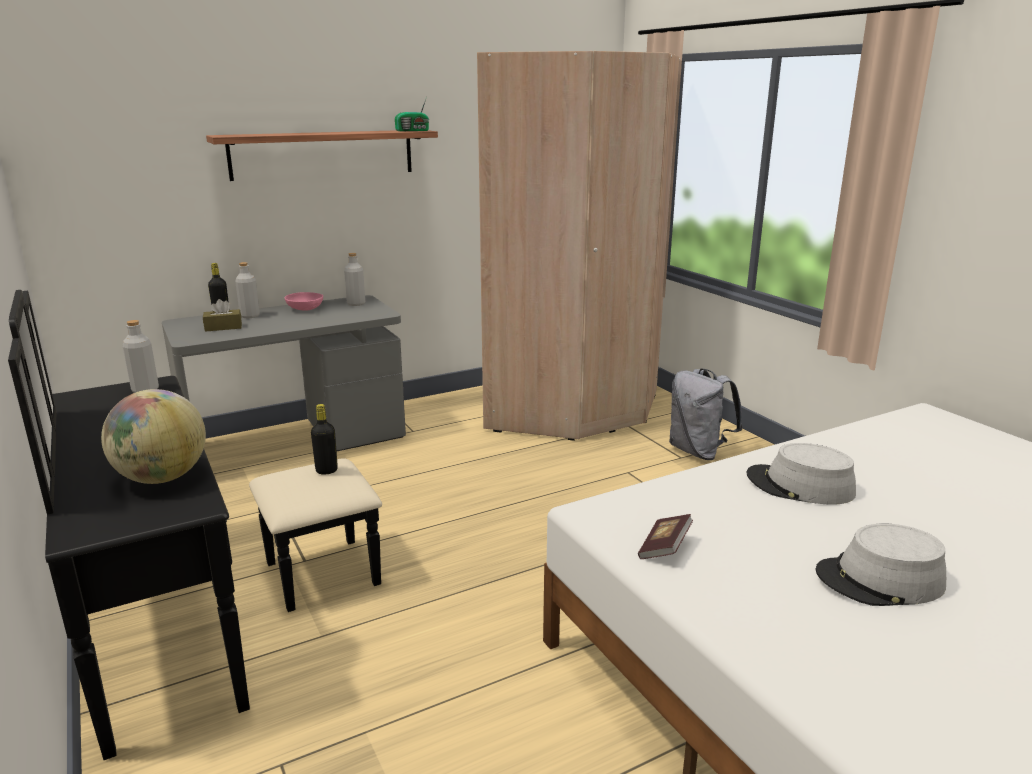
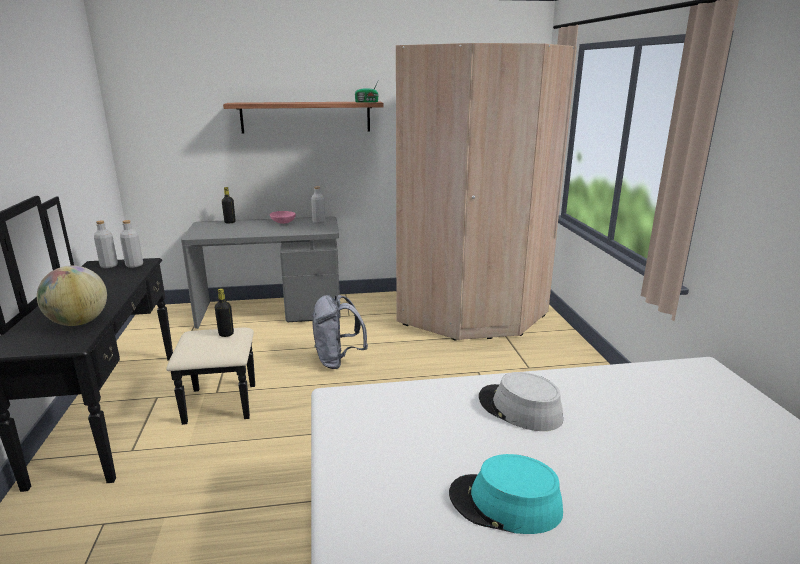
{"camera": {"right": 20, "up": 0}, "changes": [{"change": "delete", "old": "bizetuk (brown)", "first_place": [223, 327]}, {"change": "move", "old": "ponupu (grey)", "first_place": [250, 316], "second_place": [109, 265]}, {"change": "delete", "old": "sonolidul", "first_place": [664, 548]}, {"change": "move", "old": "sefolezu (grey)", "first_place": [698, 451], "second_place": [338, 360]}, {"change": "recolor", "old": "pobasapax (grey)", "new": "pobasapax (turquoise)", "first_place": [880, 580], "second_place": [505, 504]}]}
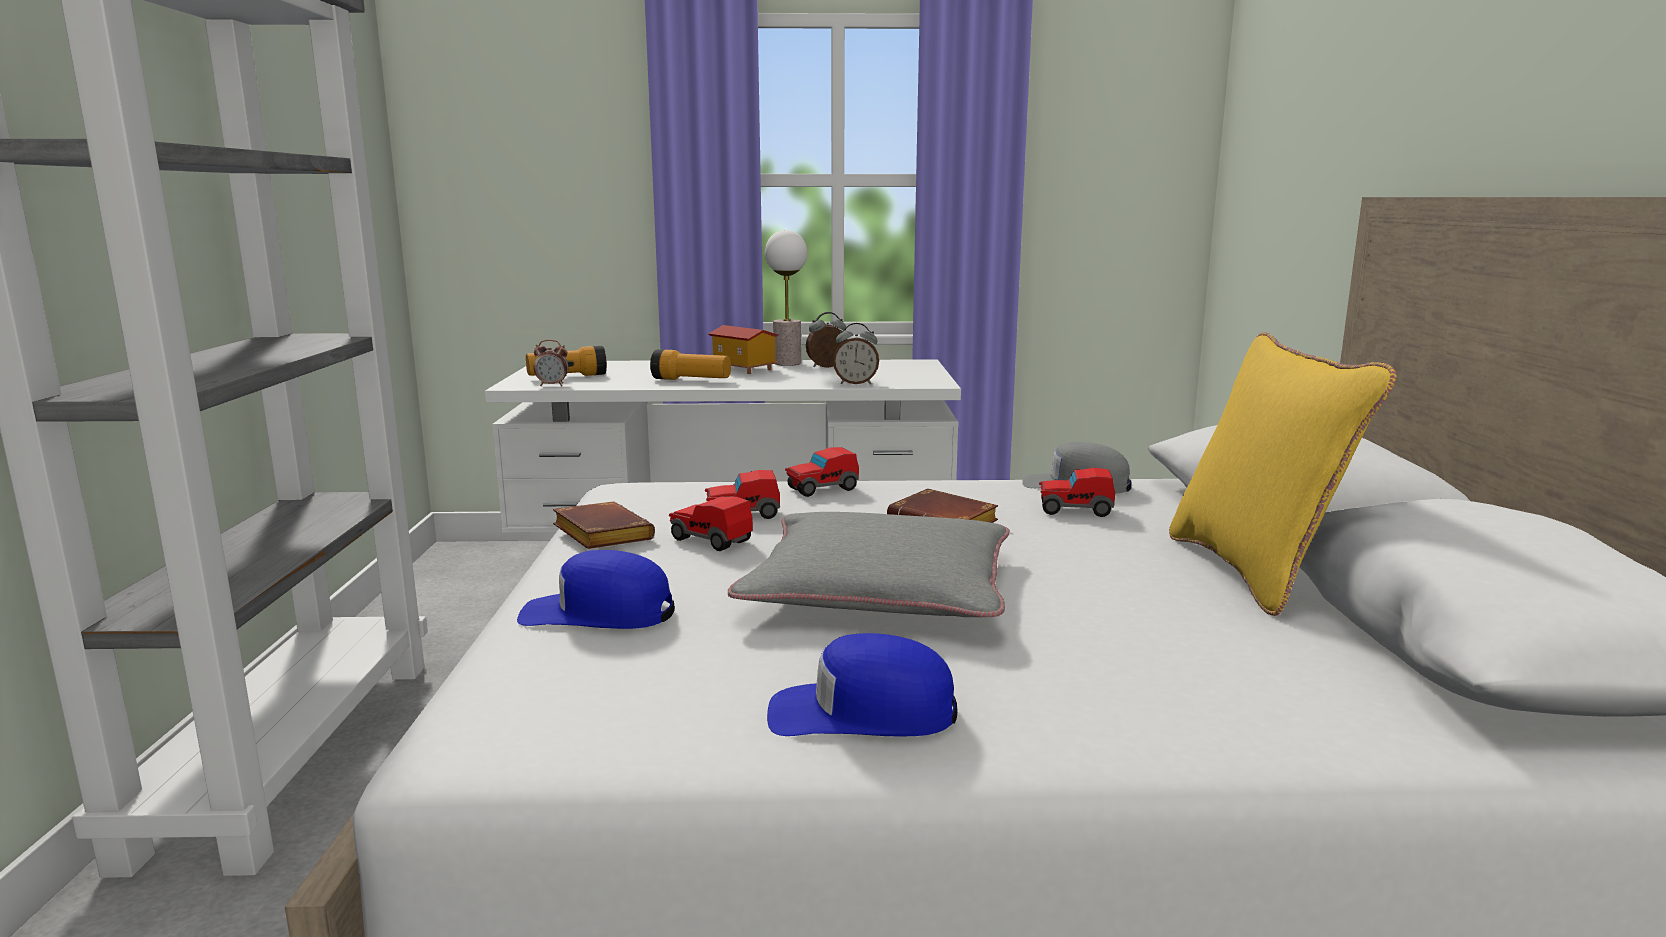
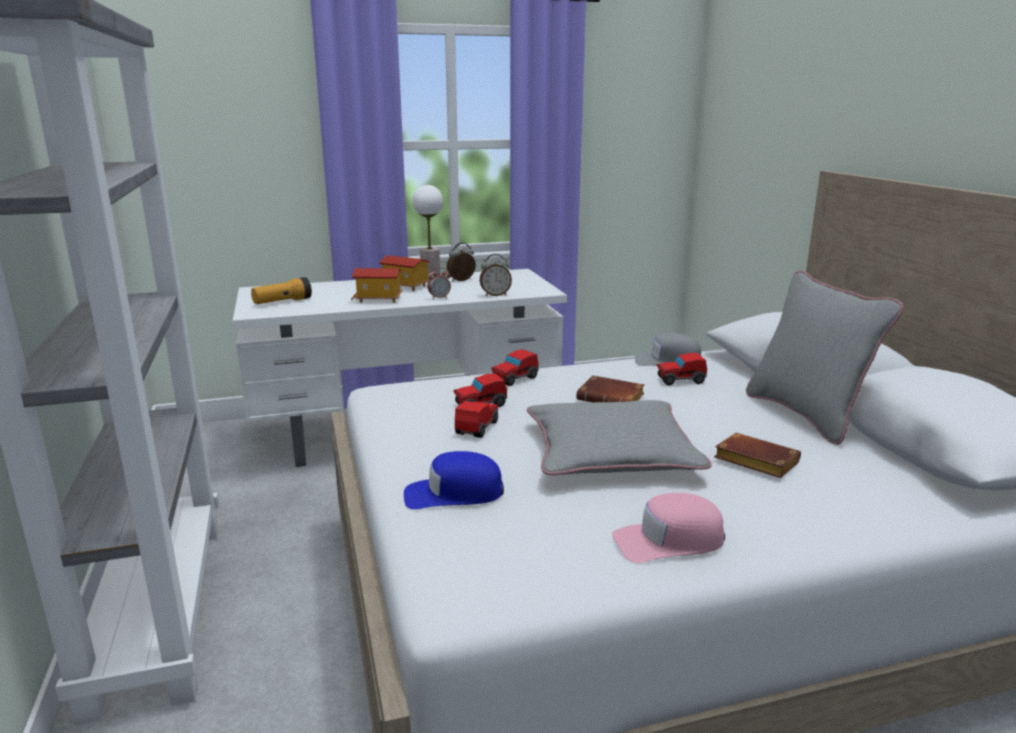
{"camera": {"right": -15, "up": 5}, "changes": [{"change": "move", "old": "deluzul", "first_place": [552, 385], "second_place": [439, 298]}, {"change": "move", "old": "sonolidul (brown)", "first_place": [599, 534], "second_place": [753, 462]}, {"change": "replace", "old": "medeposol", "new": "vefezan", "first_place": [691, 380], "second_place": [378, 299]}, {"change": "rotate", "old": "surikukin", "first_place": [711, 540], "second_place": [477, 428], "degrees": 90}, {"change": "recolor", "old": "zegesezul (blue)", "new": "zegesezul (pink)", "first_place": [861, 713], "second_place": [669, 541]}, {"change": "recolor", "old": "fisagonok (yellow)", "new": "fisagonok (grey)", "first_place": [1253, 571], "second_place": [806, 415]}]}
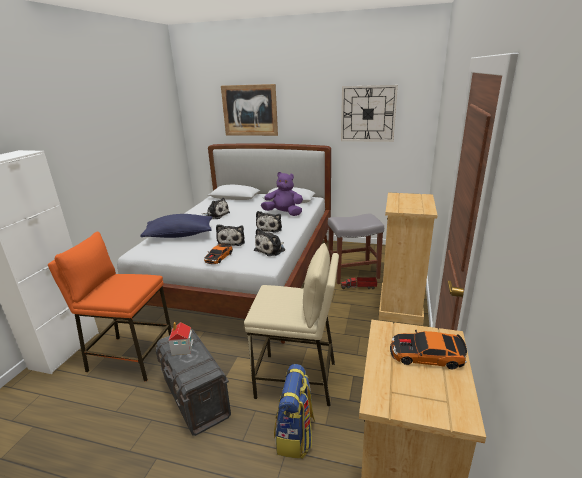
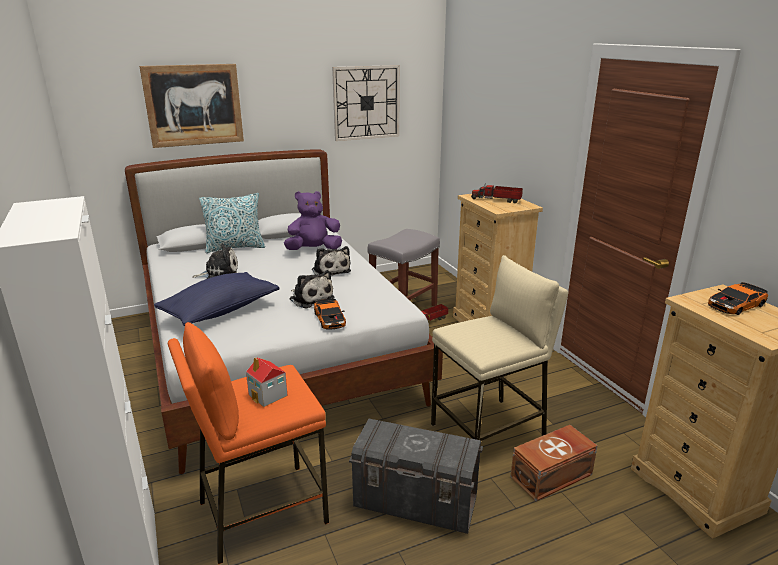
{"camera": {"right": -40, "up": 0}, "changes": [{"change": "move", "old": "vefezan", "first_place": [182, 348], "second_place": [268, 395]}, {"change": "delete", "old": "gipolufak", "first_place": [271, 250]}, {"change": "replace", "old": "sefolezu", "new": "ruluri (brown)", "first_place": [295, 436], "second_place": [553, 476]}, {"change": "insert", "new": "fisagonok", "second_place": [235, 247]}, {"change": "insert", "new": "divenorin", "second_place": [497, 200]}]}
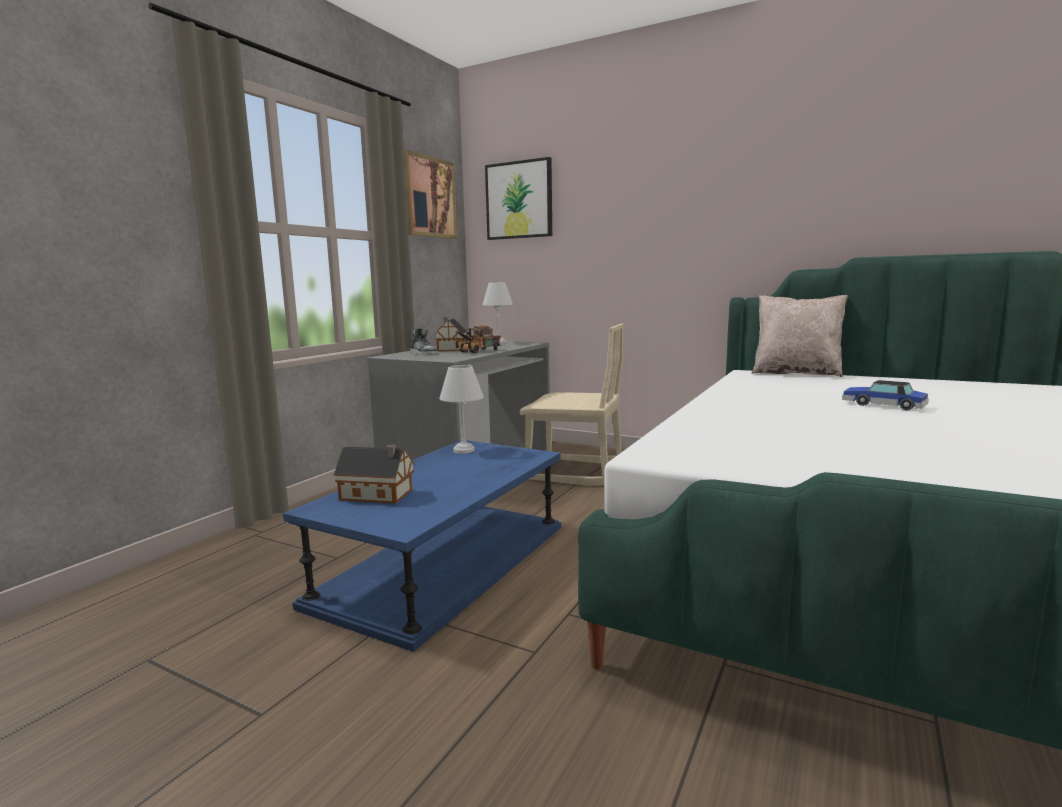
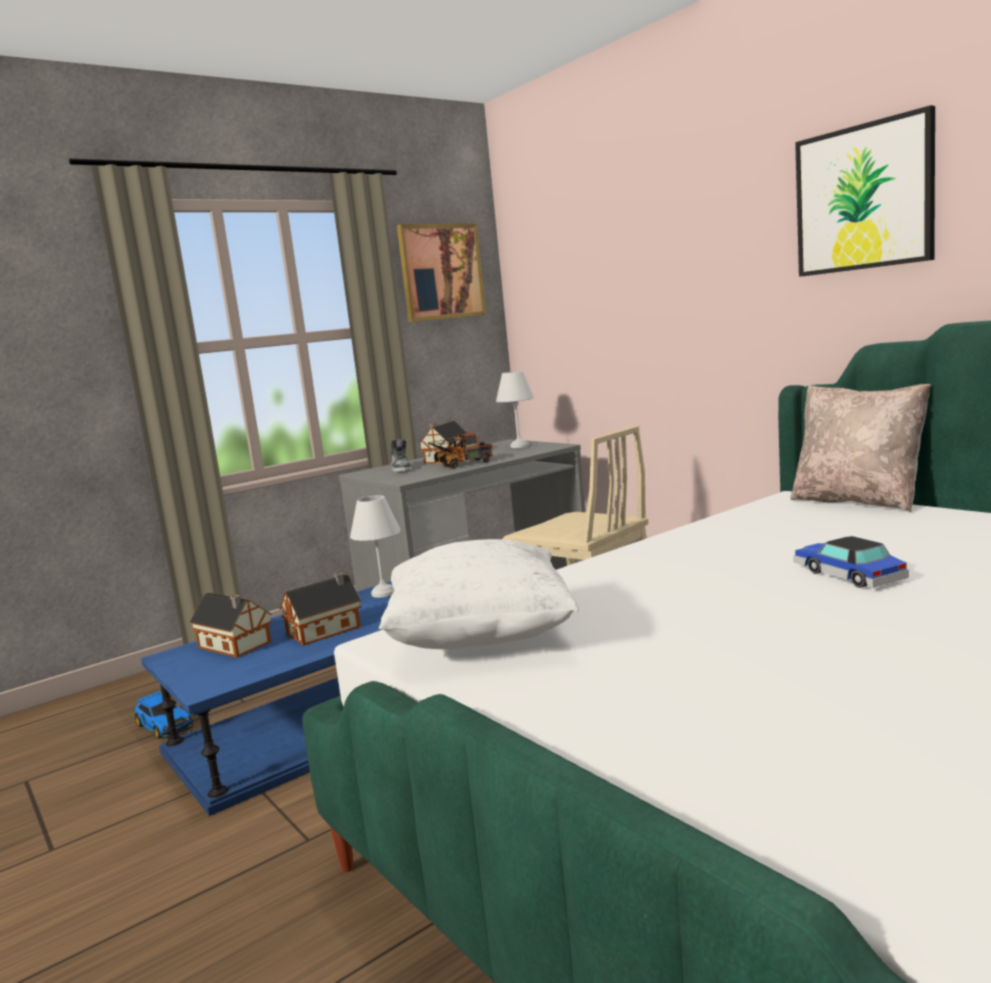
{"camera": {"right": 25, "up": 0}, "changes": [{"change": "move", "old": "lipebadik", "first_place": [519, 200], "second_place": [863, 198]}, {"change": "insert", "new": "surikukin", "second_place": [165, 725]}, {"change": "insert", "new": "vefezan", "second_place": [327, 630]}, {"change": "insert", "new": "fisagonok (white)", "second_place": [480, 639]}]}
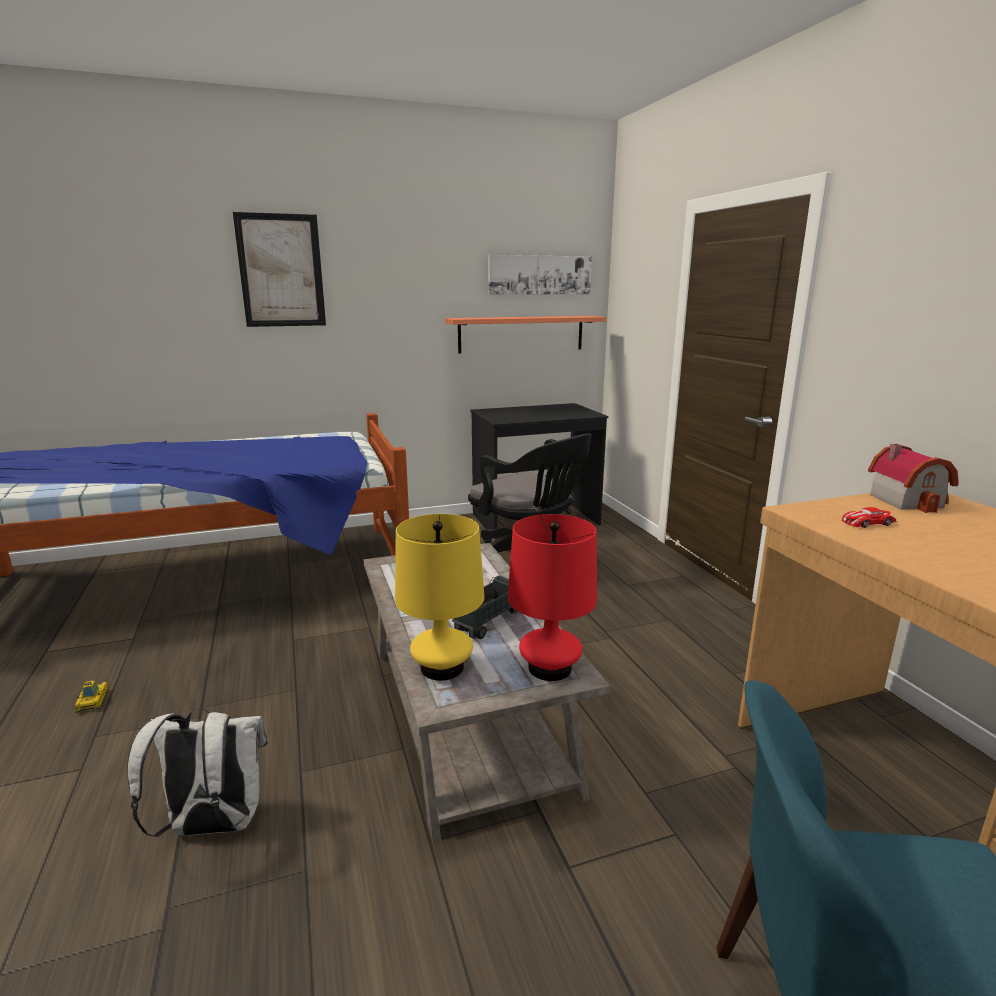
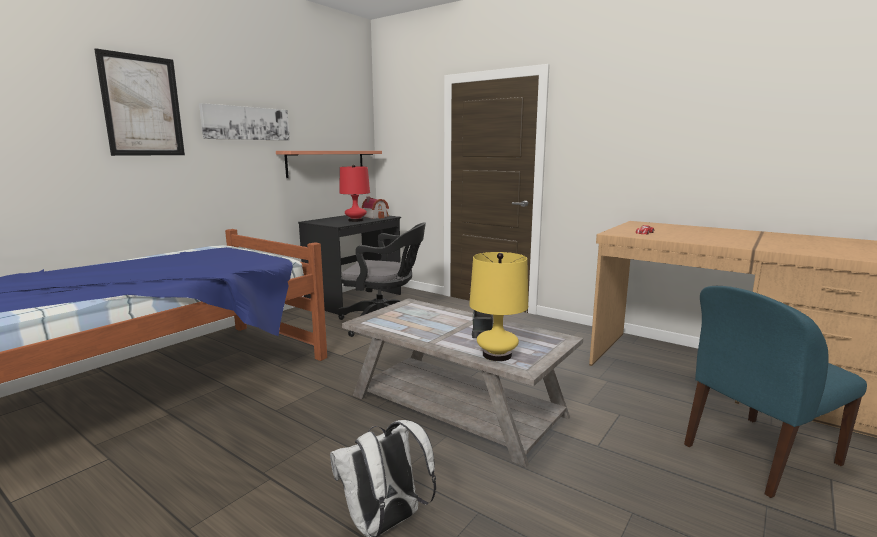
{"camera": {"right": -35, "up": -5}, "changes": [{"change": "delete", "old": "surikukin", "first_place": [93, 701]}, {"change": "move", "old": "lipebadik", "first_place": [539, 275], "second_place": [246, 123]}, {"change": "move", "old": "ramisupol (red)", "first_place": [550, 668], "second_place": [356, 220]}, {"change": "move", "old": "vefezan", "first_place": [908, 500], "second_place": [376, 216]}]}
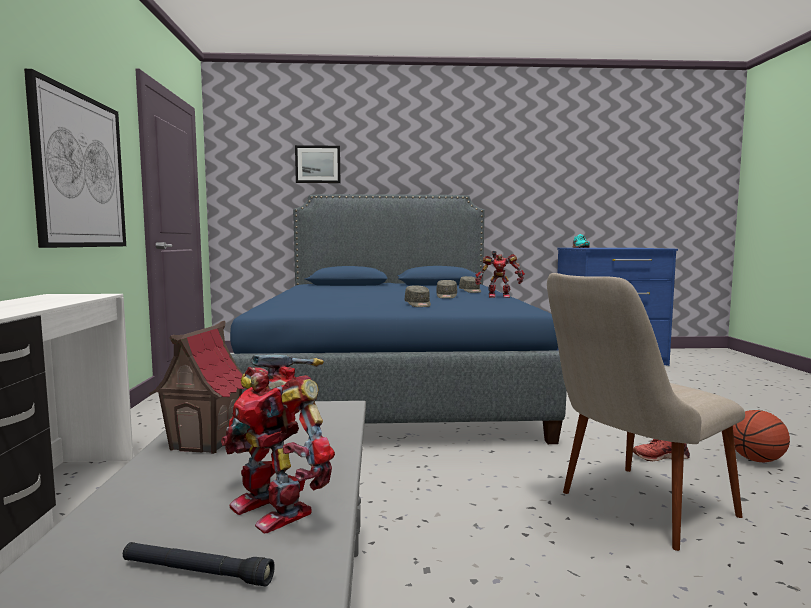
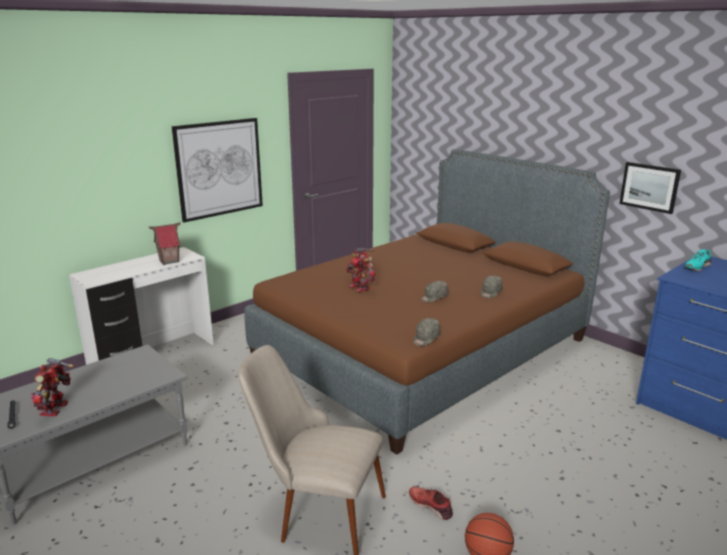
{"camera": {"right": 50, "up": 15}, "changes": [{"change": "move", "old": "vefezan", "first_place": [206, 442], "second_place": [169, 261]}, {"change": "recolor", "old": "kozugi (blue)", "new": "kozugi (brown)", "first_place": [392, 385], "second_place": [423, 349]}, {"change": "move", "old": "lipebadik", "first_place": [318, 164], "second_place": [649, 187]}, {"change": "move", "old": "zegesezul (grey)", "first_place": [418, 305], "second_place": [425, 338]}, {"change": "move", "old": "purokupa", "first_place": [498, 296], "second_place": [360, 287]}]}
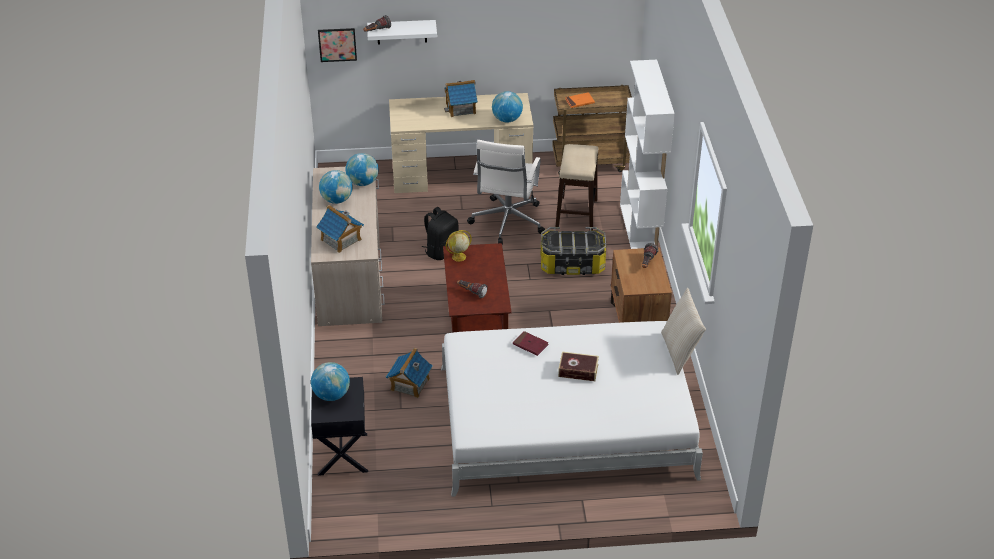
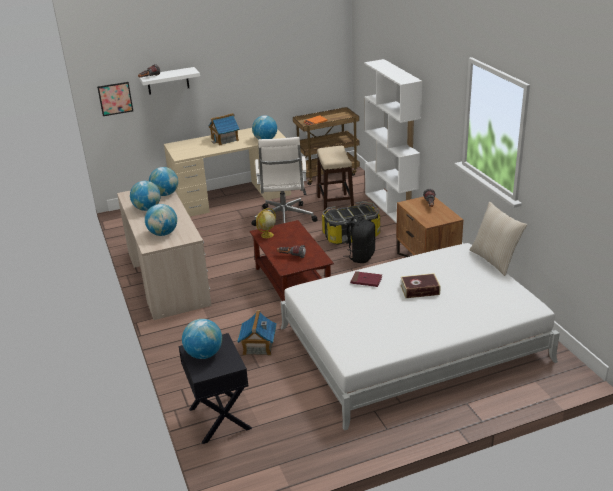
{"camera": {"right": -15, "up": -10}, "changes": [{"change": "replace", "old": "vefezan", "new": "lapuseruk", "first_place": [341, 240], "second_place": [163, 233]}, {"change": "move", "old": "sefolezu (black)", "first_place": [441, 251], "second_place": [361, 256]}]}
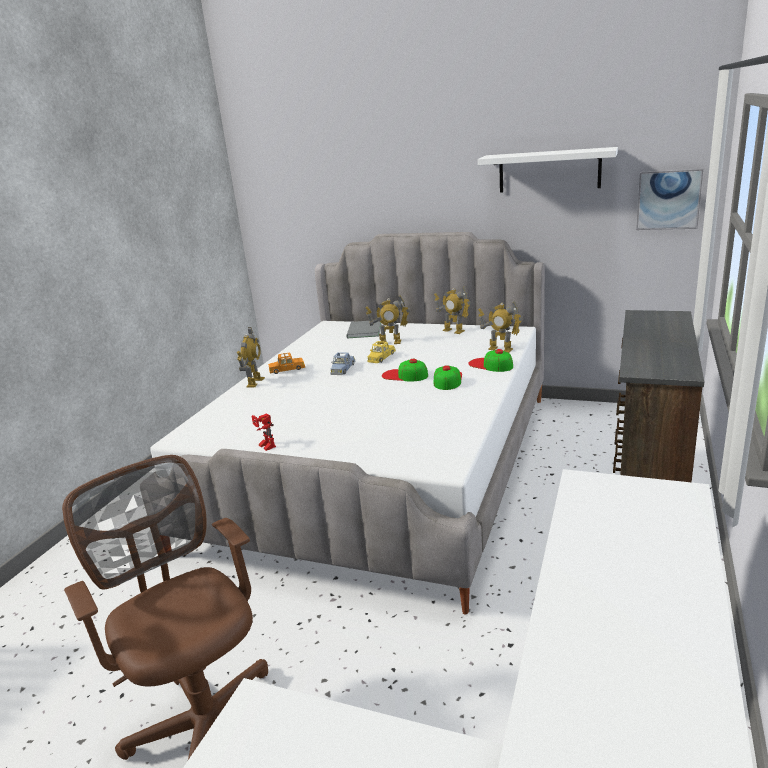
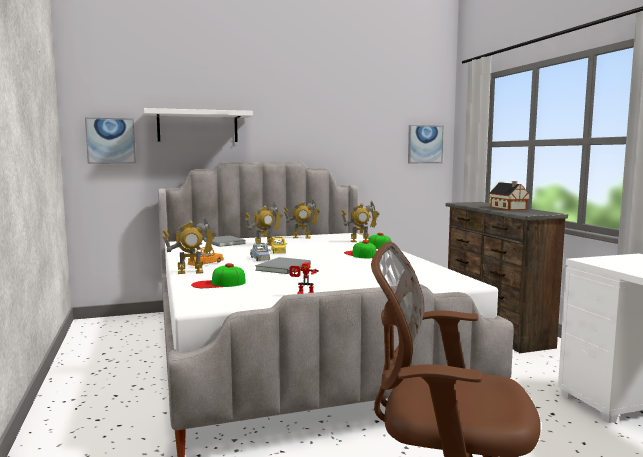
{"camera": {"right": -40, "up": -15}, "changes": [{"change": "rotate", "old": "purokupa", "first_place": [254, 382], "second_place": [190, 272], "degrees": 105}, {"change": "move", "old": "zegesezul", "first_place": [404, 375], "second_place": [218, 283]}, {"change": "move", "old": "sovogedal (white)", "first_place": [549, 170], "second_place": [198, 126]}, {"change": "insert", "new": "lipebadik", "second_place": [111, 141]}, {"change": "insert", "new": "sonolidul (grey)", "second_place": [285, 267]}, {"change": "insert", "new": "vefezan", "second_place": [509, 208]}]}
